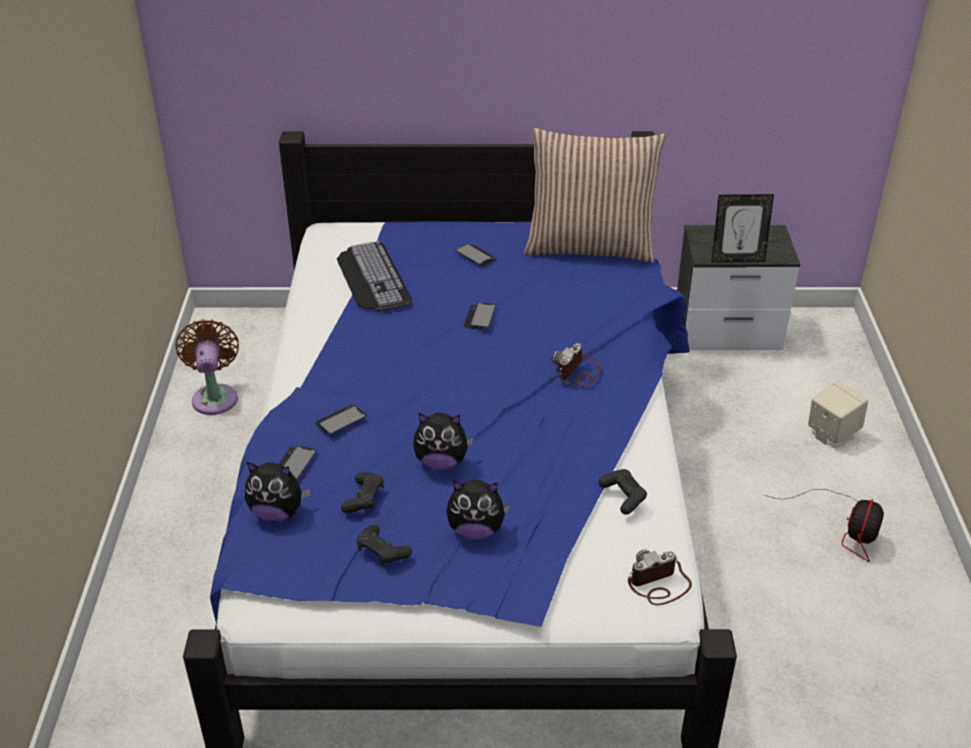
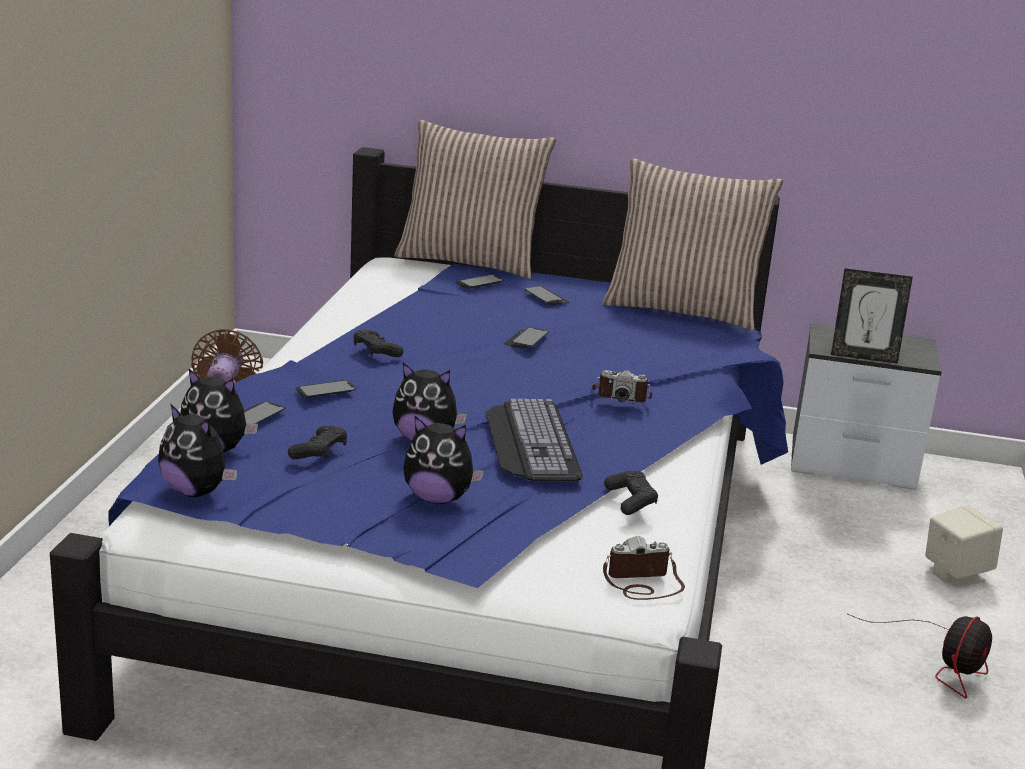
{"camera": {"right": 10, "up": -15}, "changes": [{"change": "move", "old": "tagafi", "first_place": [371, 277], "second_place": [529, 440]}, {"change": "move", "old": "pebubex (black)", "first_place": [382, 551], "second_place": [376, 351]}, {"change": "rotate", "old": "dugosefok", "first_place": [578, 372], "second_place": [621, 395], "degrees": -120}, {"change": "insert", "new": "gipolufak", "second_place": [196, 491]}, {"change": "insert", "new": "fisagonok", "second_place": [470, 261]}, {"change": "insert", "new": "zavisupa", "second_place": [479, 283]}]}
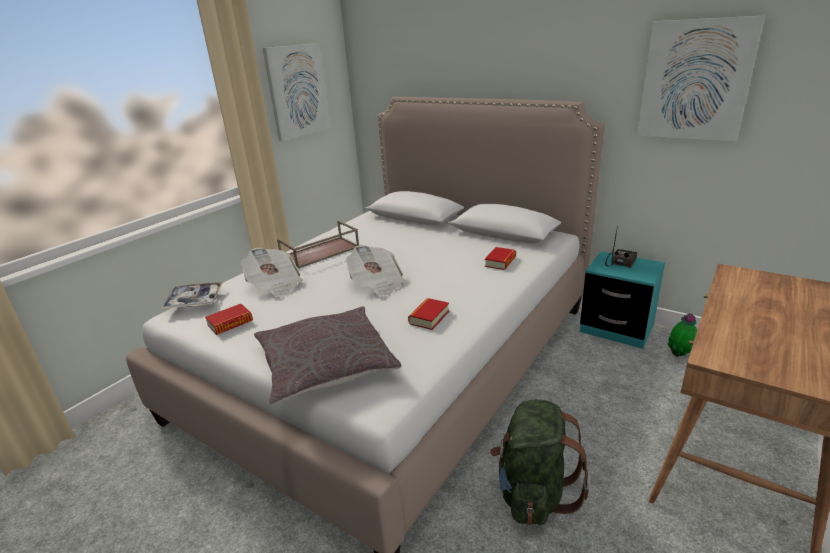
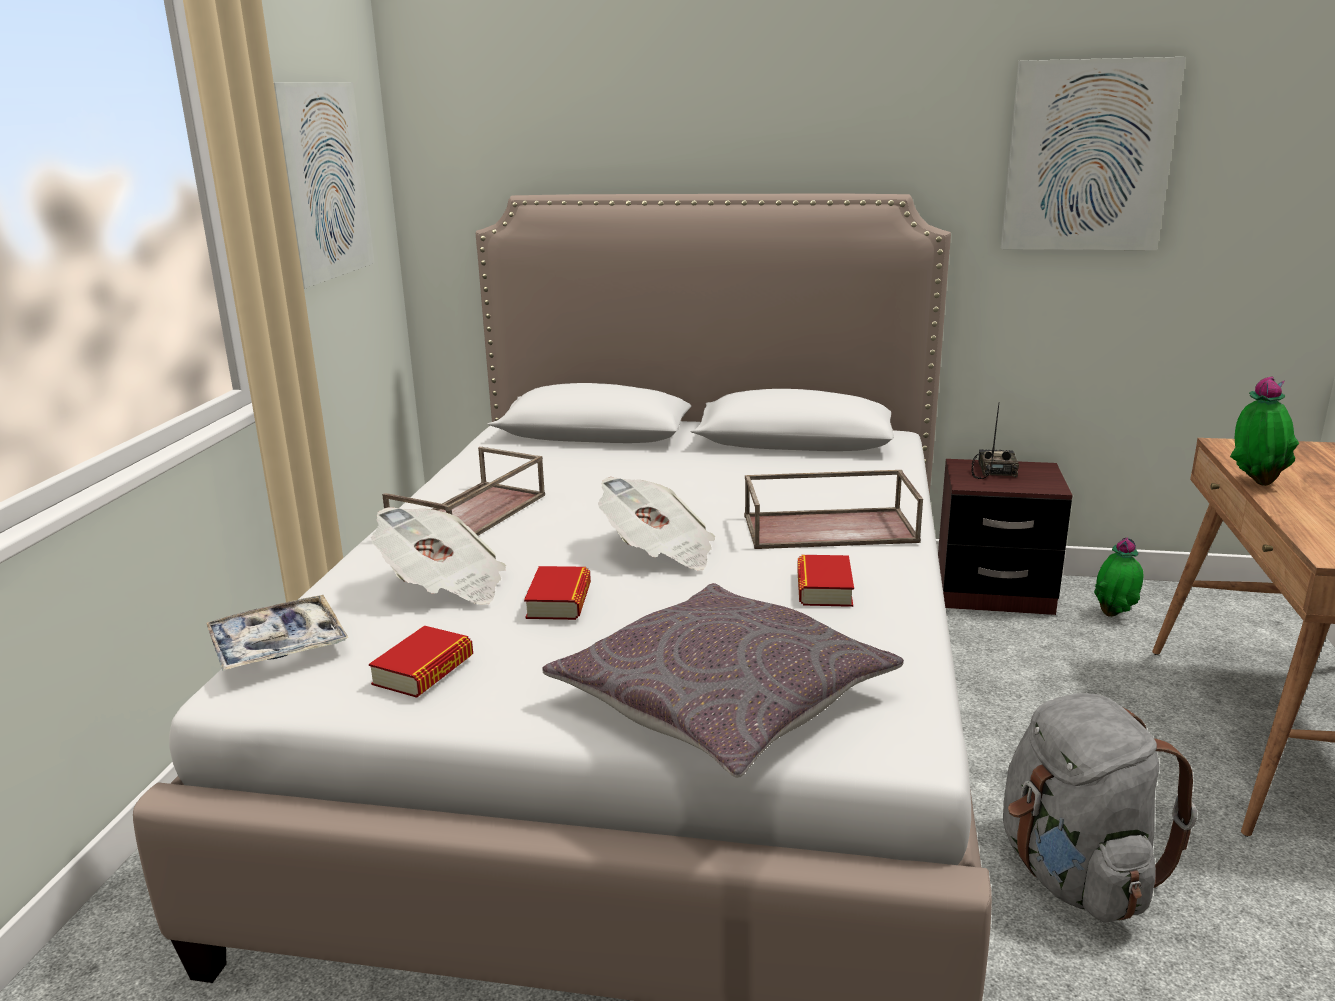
{"camera": {"right": -25, "up": -5}, "changes": [{"change": "move", "old": "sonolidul", "first_place": [500, 262], "second_place": [559, 601]}, {"change": "recolor", "old": "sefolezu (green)", "new": "sefolezu (grey)", "first_place": [533, 492], "second_place": [1074, 874]}, {"change": "recolor", "old": "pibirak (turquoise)", "new": "pibirak (brown)", "first_place": [616, 329], "second_place": [993, 592]}, {"change": "insert", "new": "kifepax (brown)", "second_place": [831, 528]}, {"change": "insert", "new": "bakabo", "second_place": [1255, 483]}]}
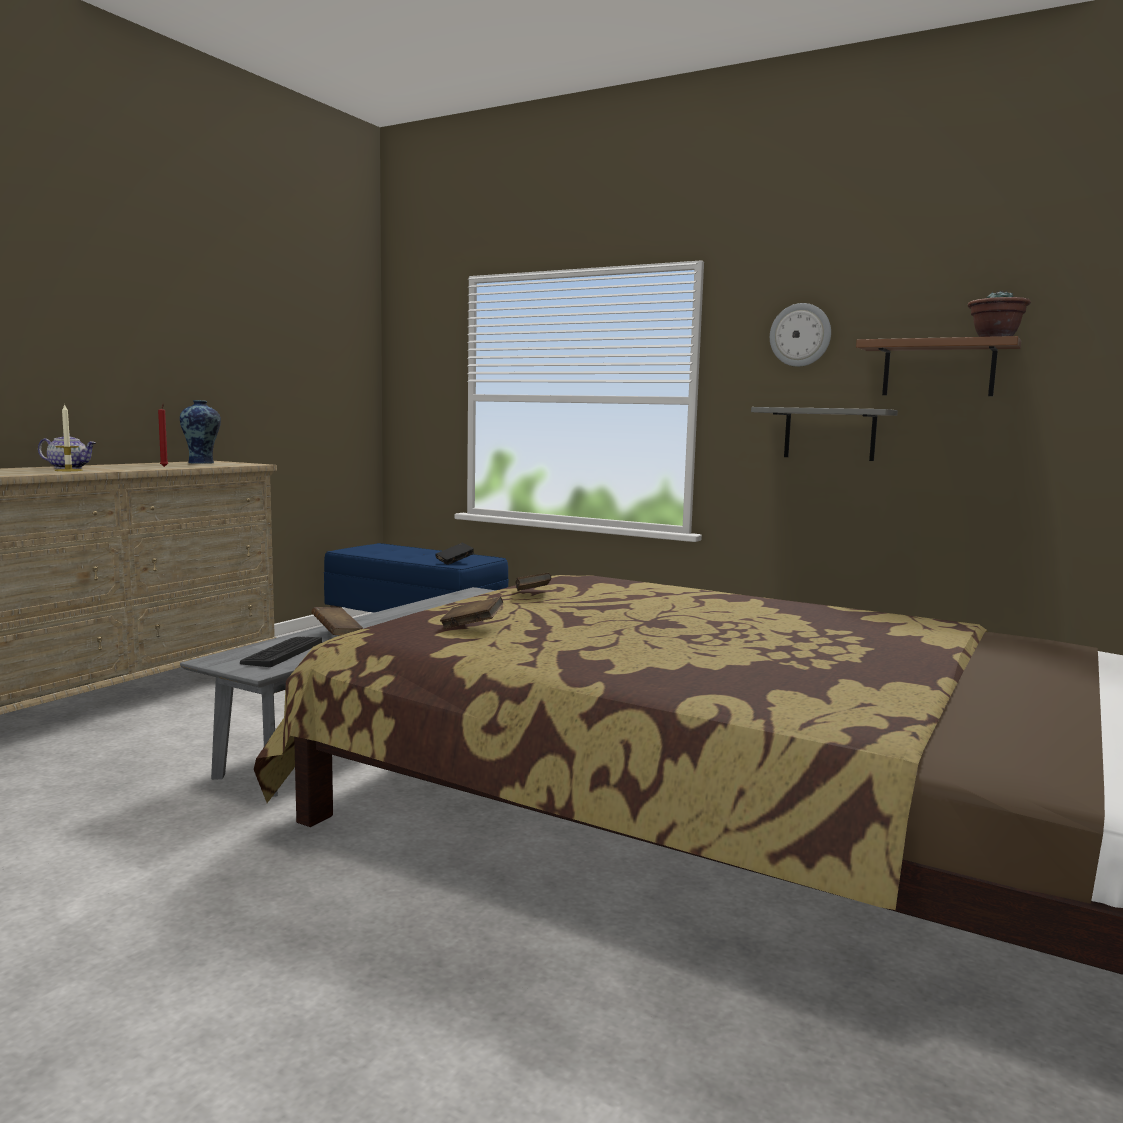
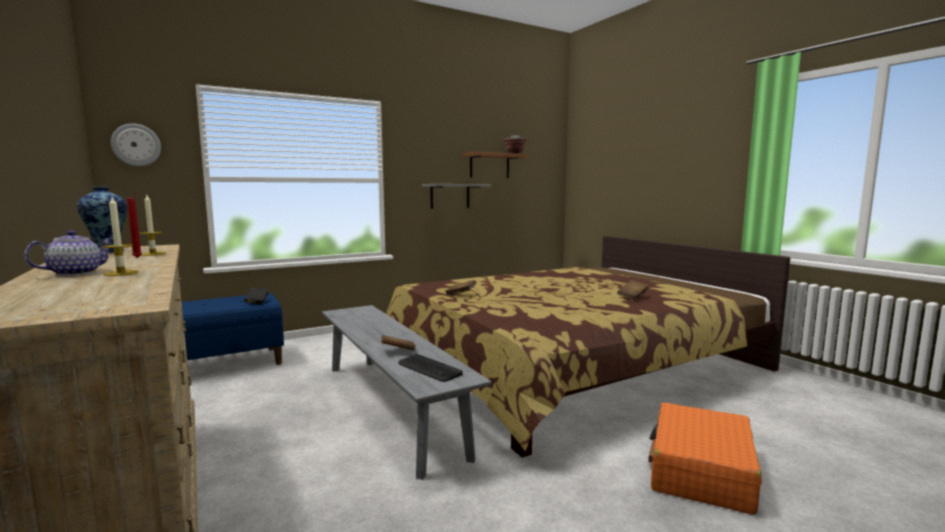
{"camera": {"right": -60, "up": 0}, "changes": [{"change": "move", "old": "sonolidul (brown)", "first_place": [472, 627], "second_place": [632, 297]}, {"change": "move", "old": "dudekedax", "first_place": [800, 335], "second_place": [136, 145]}, {"change": "insert", "new": "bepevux", "second_place": [153, 254]}, {"change": "insert", "new": "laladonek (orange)", "second_place": [700, 471]}]}
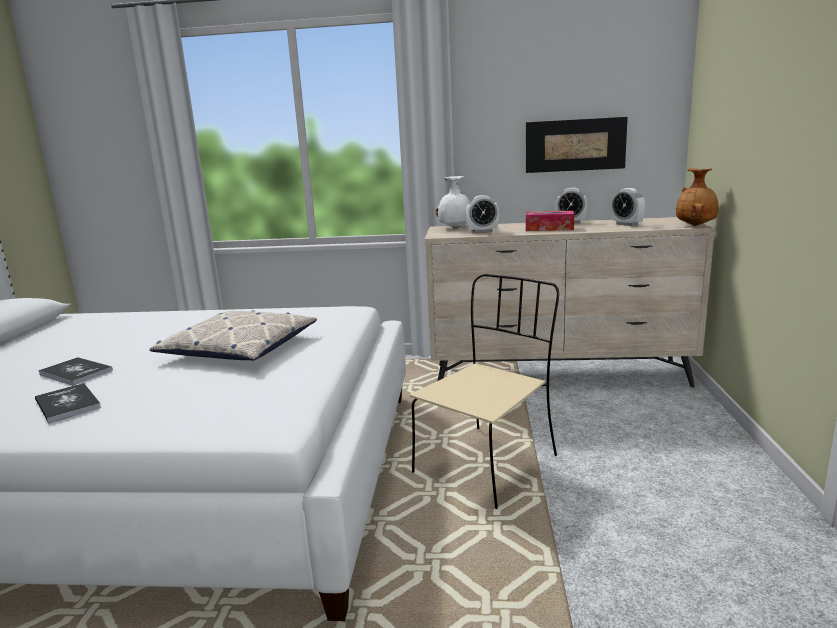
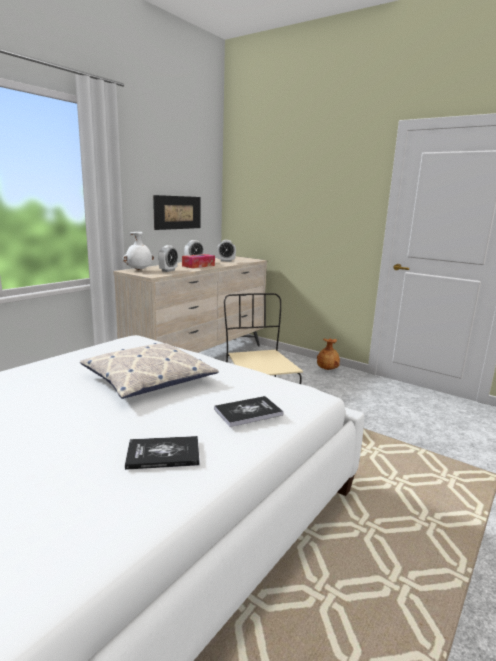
{"camera": {"right": -60, "up": 0}, "changes": [{"change": "move", "old": "sonolidul", "first_place": [76, 372], "second_place": [248, 412]}, {"change": "move", "old": "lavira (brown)", "first_place": [696, 225], "second_place": [327, 369]}]}
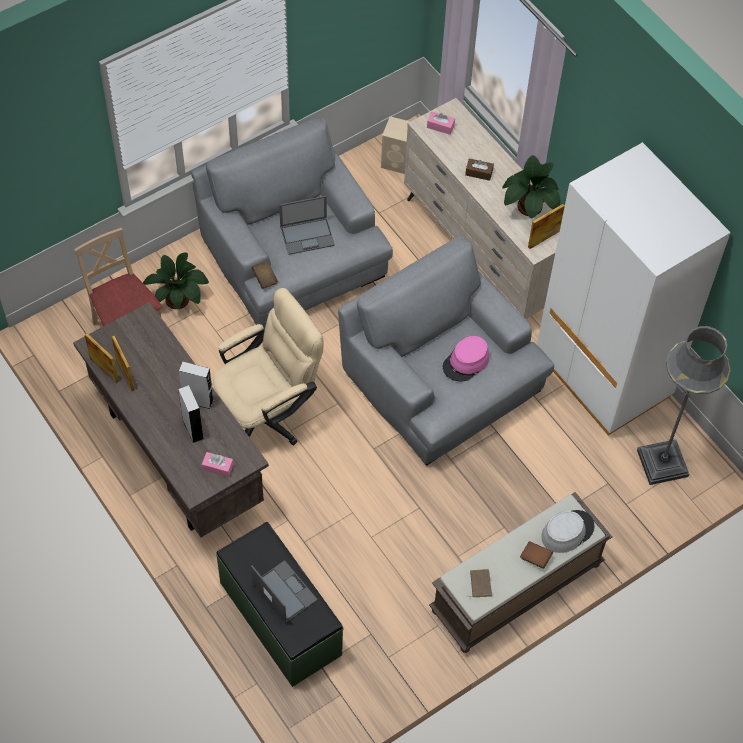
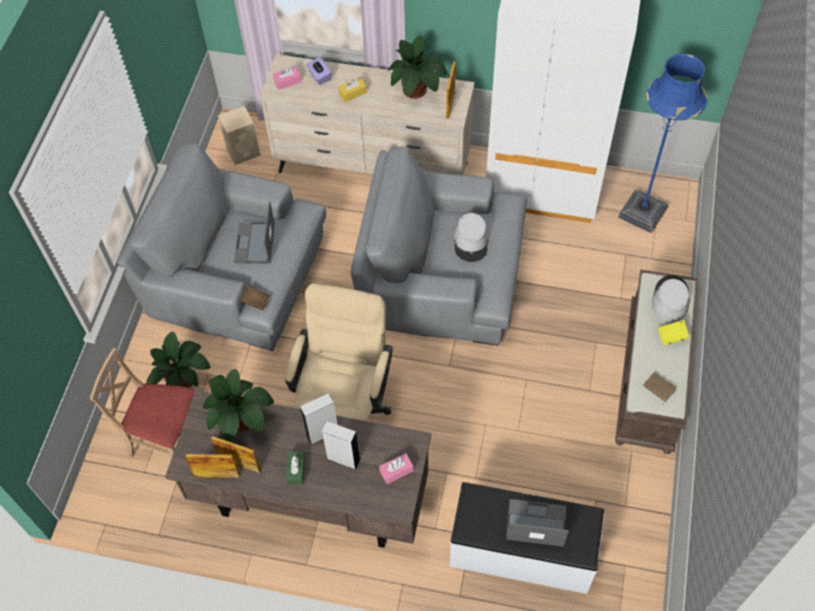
{"camera": {"right": -40, "up": 0}, "changes": [{"change": "recolor", "old": "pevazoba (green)", "new": "pevazoba (white)", "first_place": [279, 619], "second_place": [522, 552]}, {"change": "rotate", "old": "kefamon", "first_place": [308, 235], "second_place": [255, 244], "degrees": 150}, {"change": "recolor", "old": "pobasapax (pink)", "new": "pobasapax (grey)", "first_place": [466, 362], "second_place": [471, 241]}, {"change": "recolor", "old": "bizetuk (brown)", "new": "bizetuk (yellow)", "first_place": [479, 173], "second_place": [352, 93]}, {"change": "recolor", "old": "sonolidul (brown)", "new": "sonolidul (yellow)", "first_place": [535, 558], "second_place": [672, 336]}, {"change": "recolor", "old": "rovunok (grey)", "new": "rovunok (blue)", "first_place": [662, 463], "second_place": [643, 212]}, {"change": "insert", "new": "bakabo", "second_place": [240, 420]}, {"change": "insert", "new": "bizetuk (green)", "second_place": [296, 470]}, {"change": "insert", "new": "bizetuk (purple)", "second_place": [319, 76]}]}
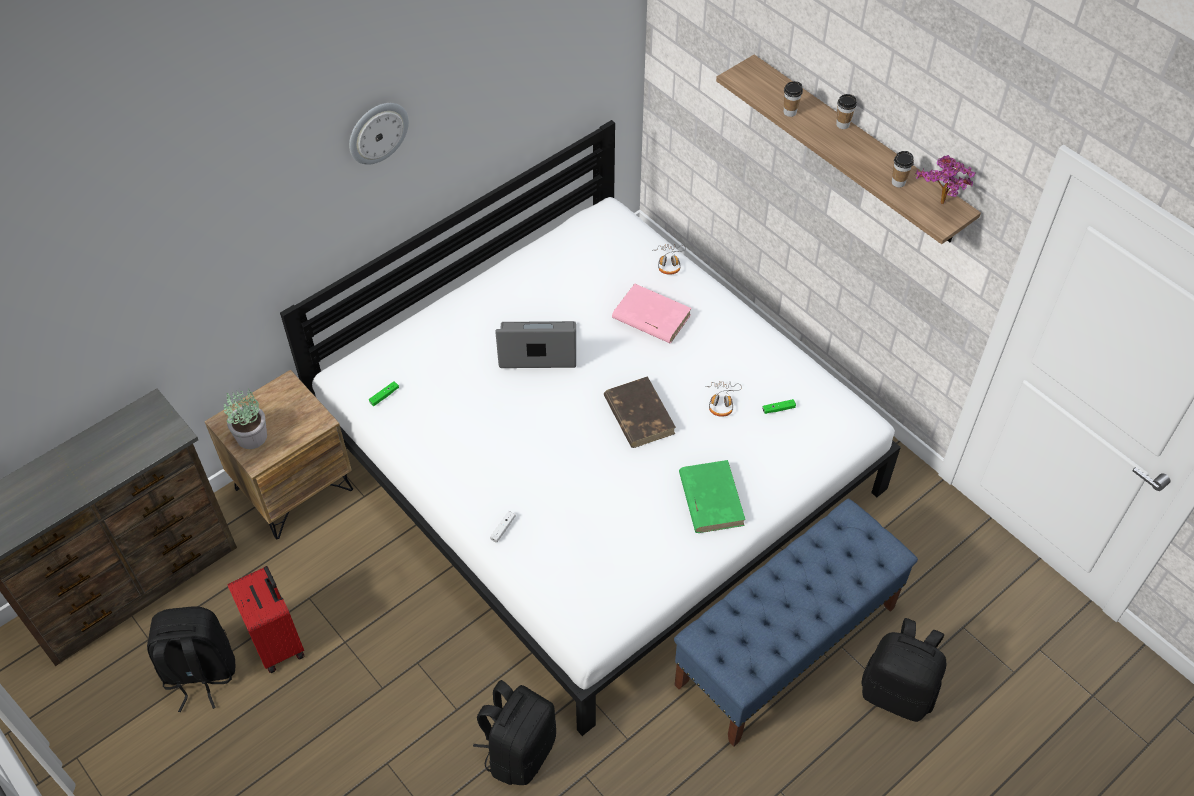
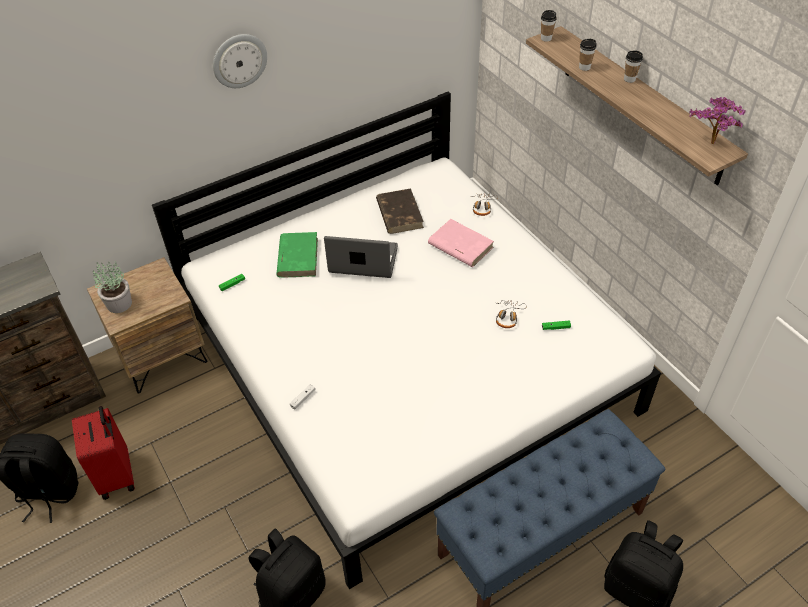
{"camera": {"right": 10, "up": -5}, "changes": [{"change": "move", "old": "sonolidul (brown)", "first_place": [638, 414], "second_place": [399, 213]}, {"change": "move", "old": "sonolidul (green)", "first_place": [710, 498], "second_place": [297, 257]}, {"change": "move", "old": "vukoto", "first_place": [898, 182], "second_place": [546, 38]}]}
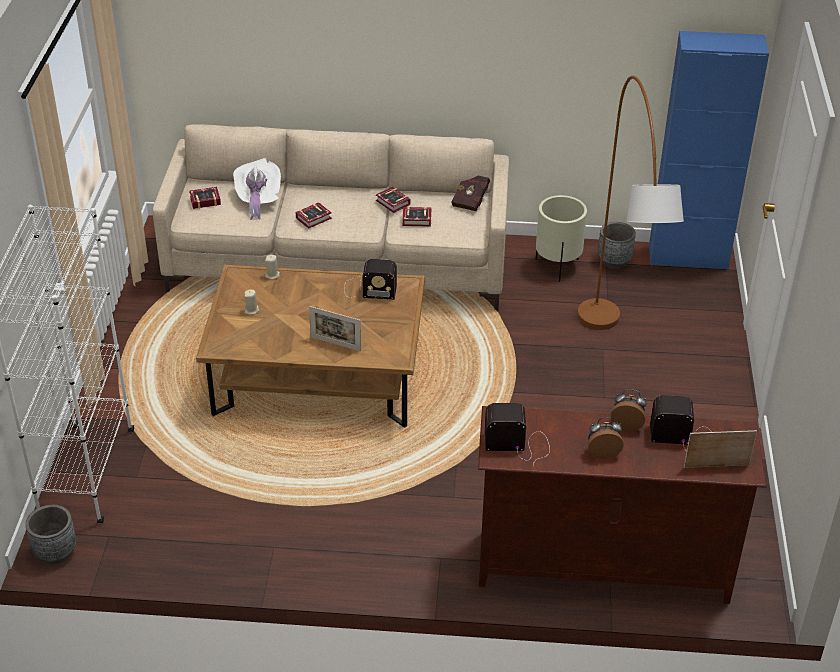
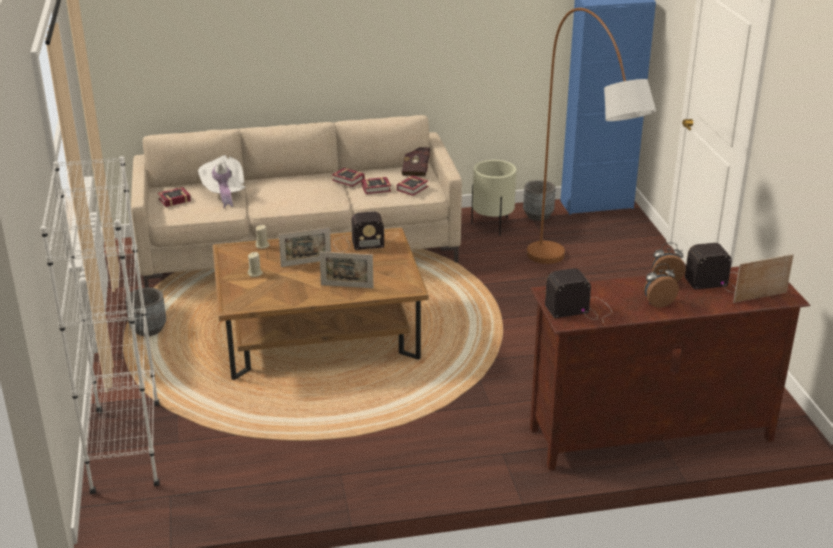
{"camera": {"right": -15, "up": -10}, "changes": [{"change": "move", "old": "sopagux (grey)", "first_place": [56, 552], "second_place": [148, 330]}, {"change": "move", "old": "sonolidul", "first_place": [315, 218], "second_place": [414, 188]}, {"change": "insert", "new": "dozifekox", "second_place": [306, 263]}]}
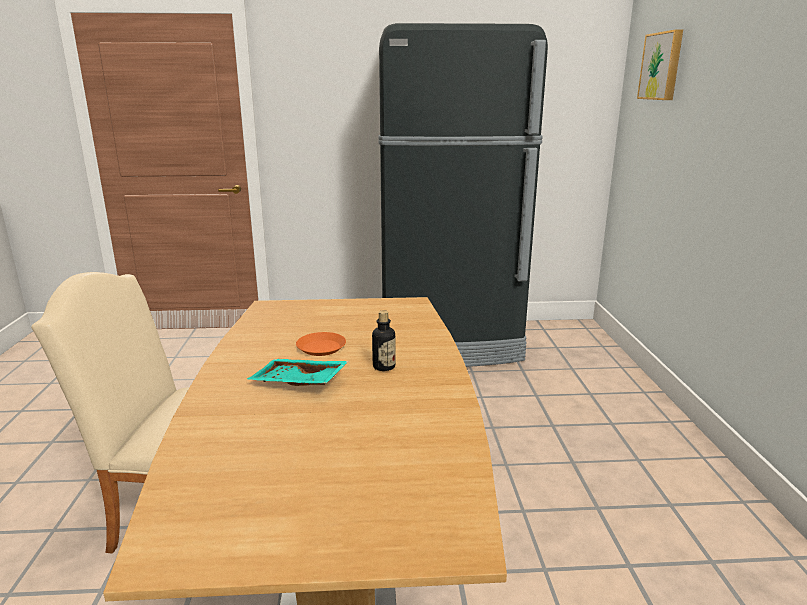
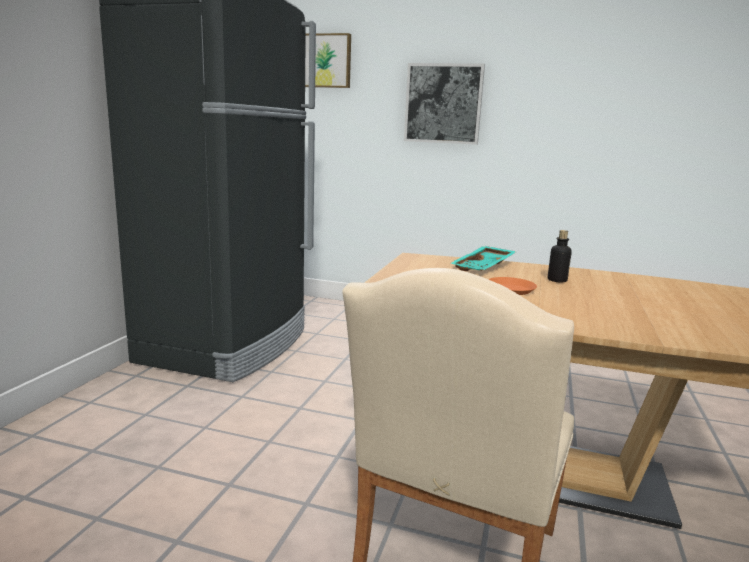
{"camera": {"right": -70, "up": -5}, "changes": [{"change": "move", "old": "kifepax (turquoise)", "first_place": [298, 383], "second_place": [484, 267]}, {"change": "insert", "new": "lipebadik", "second_place": [443, 104]}]}
